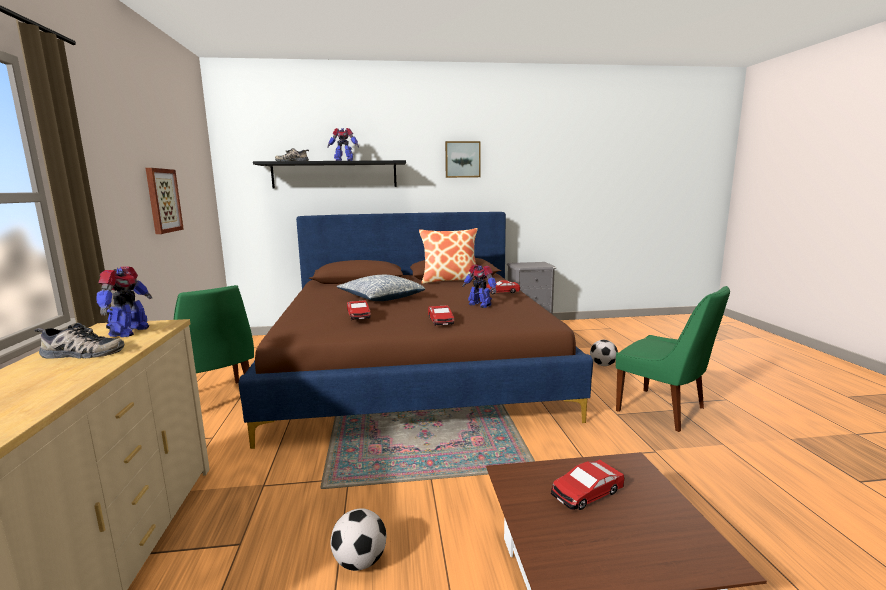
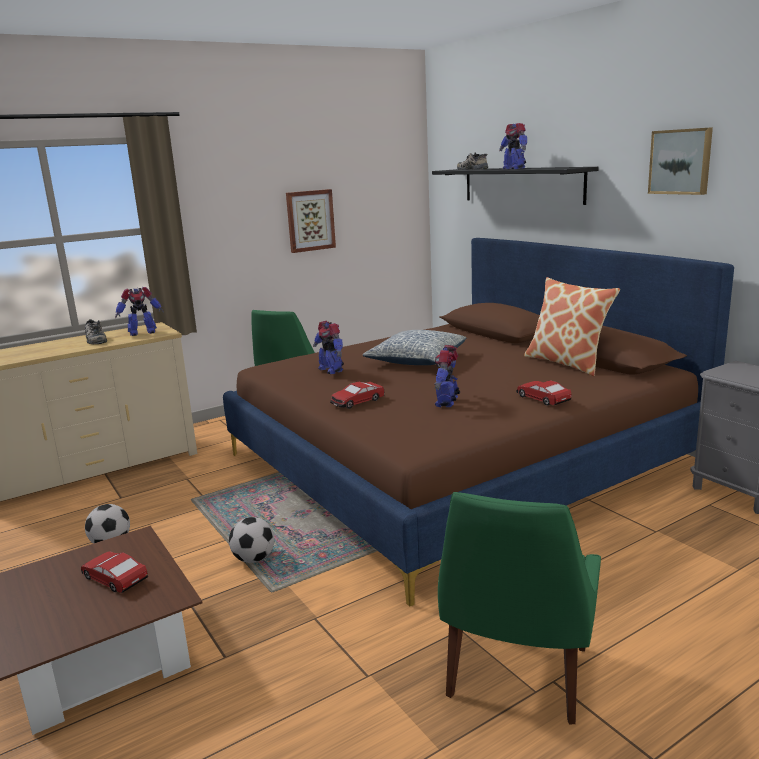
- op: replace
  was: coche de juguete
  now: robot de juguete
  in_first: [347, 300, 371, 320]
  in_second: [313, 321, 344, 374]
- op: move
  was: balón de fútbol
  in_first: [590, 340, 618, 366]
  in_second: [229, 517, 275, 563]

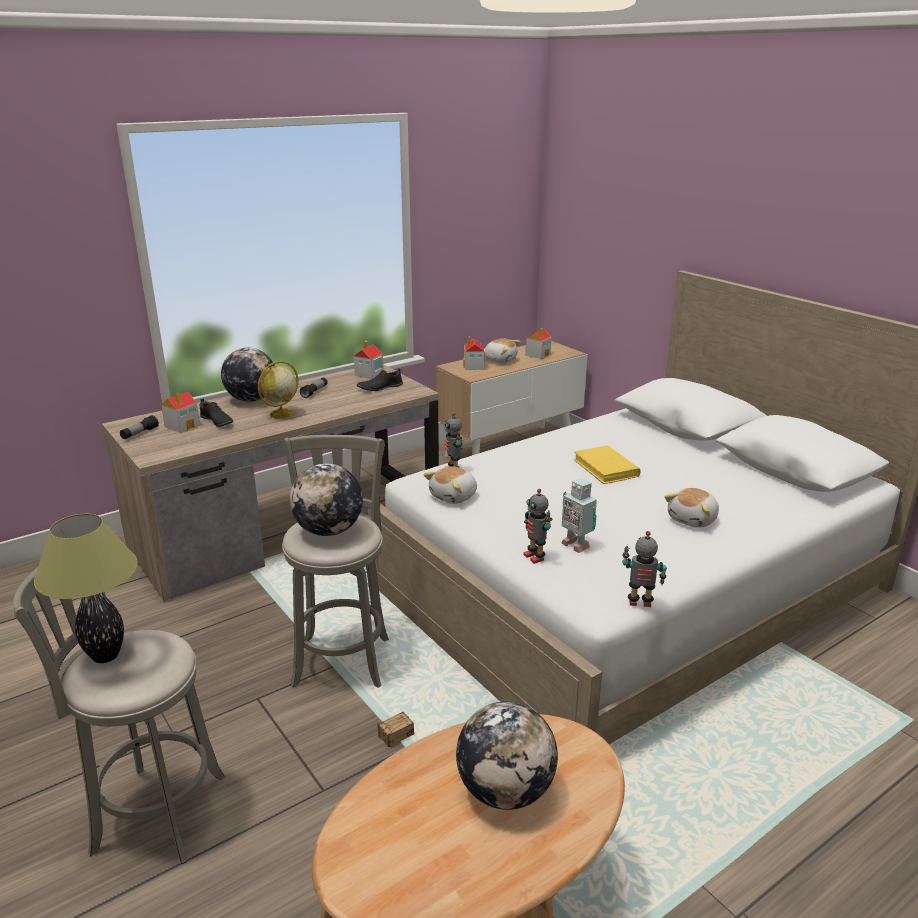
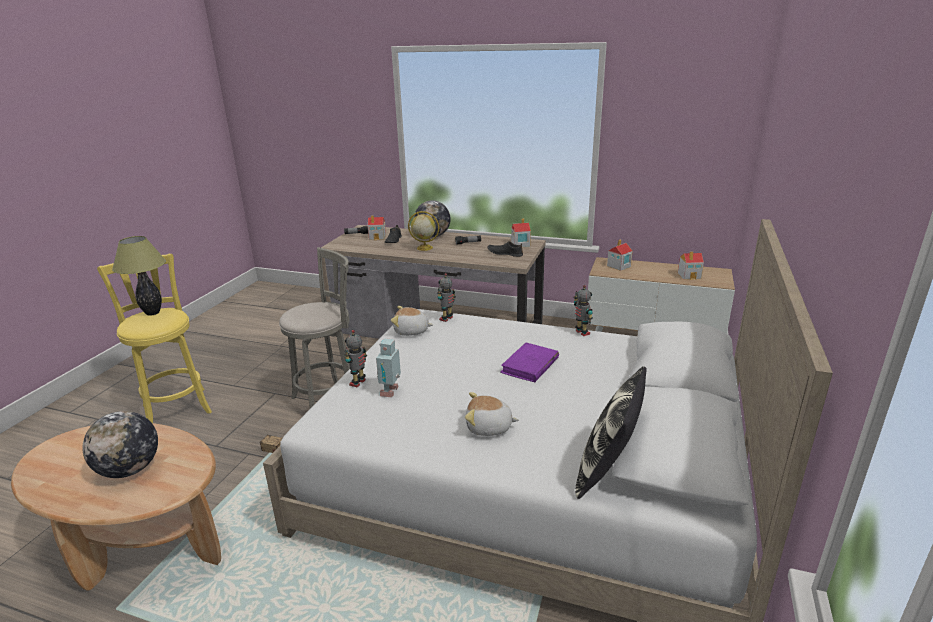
- op: recolor
  was: taburete [gris]
  now: taburete [amarillo]
  in_first: [13, 567, 225, 864]
  in_second: [97, 254, 212, 423]
- op: delete
  was: globo terráqueo
  in_first: [290, 463, 363, 536]
- op: delete
  was: peluche
  in_first: [485, 339, 521, 363]
- op: recolor
  was: libro [amarillo]
  now: libro [morado]
  in_first: [574, 445, 641, 484]
  in_second: [500, 343, 559, 382]
- op: move
  was: robot de juguete
  in_first: [622, 531, 667, 607]
  in_second: [573, 285, 593, 336]
- op: insert
  now: cojín
  in_second: [575, 366, 647, 499]

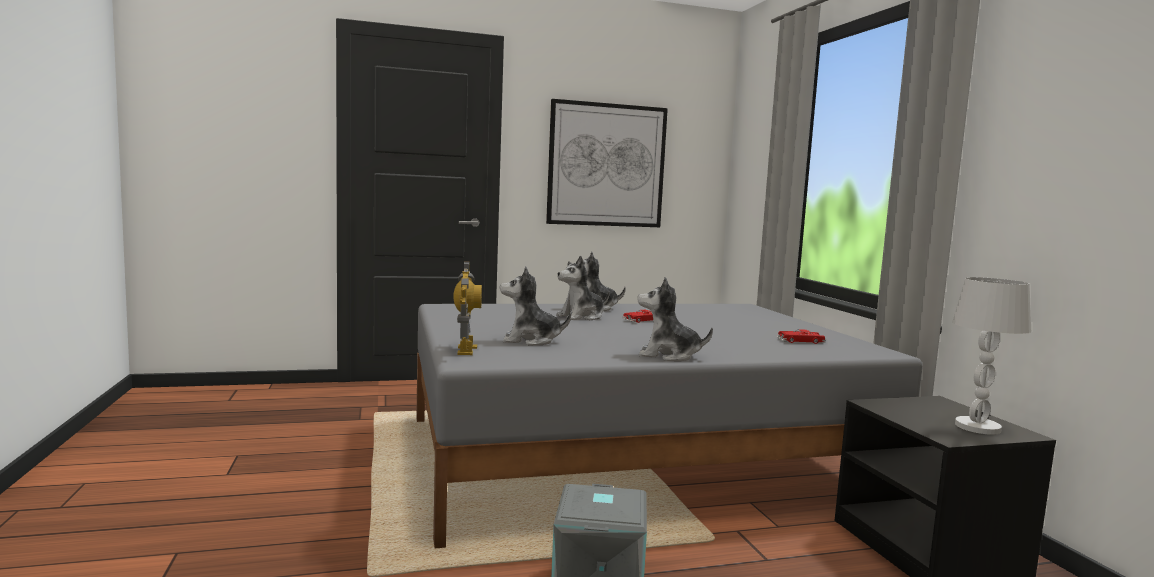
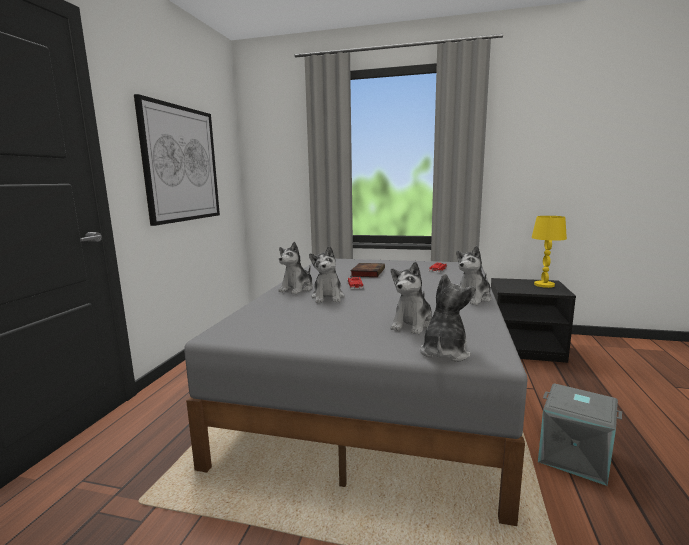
- op: replace
  was: robot de juguete
  now: peluche
  in_first: [453, 261, 482, 355]
  in_second: [420, 273, 476, 362]
- op: recolor
  was: lámpara de mesa [blanco]
  now: lámpara de mesa [amarillo]
  in_first: [953, 277, 1031, 435]
  in_second: [531, 216, 567, 288]
- op: insert
  now: libro
  in_second: [350, 263, 385, 277]

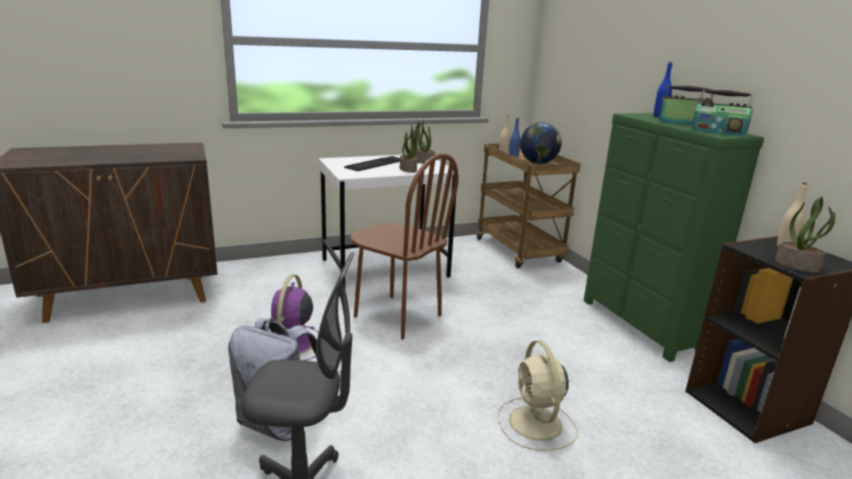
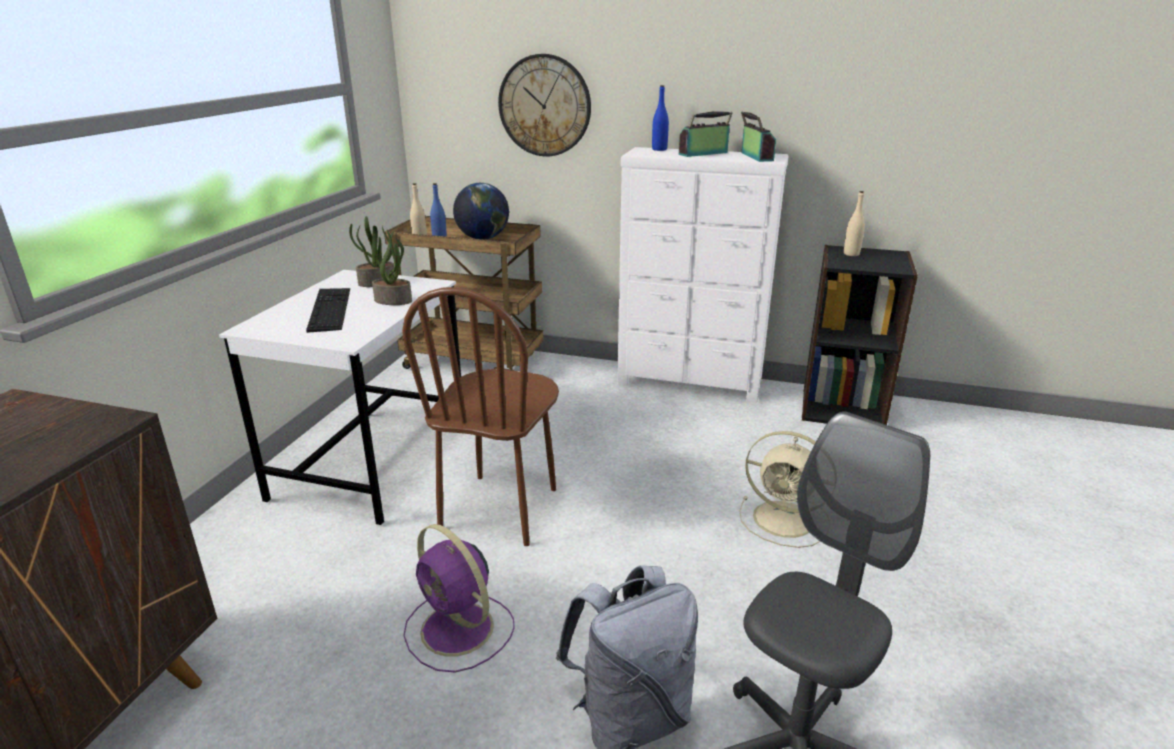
- op: rotate
  was: silla [marrón]
  in_first: [351, 153, 459, 339]
  in_second: [402, 287, 559, 546]
  clockwise: 120
- op: recolor
  was: cómoda [verde]
  now: cómoda [blanco]
  in_first: [584, 113, 764, 362]
  in_second: [617, 147, 789, 403]
- op: rotate
  was: radio
  in_first: [692, 90, 753, 136]
  in_second: [741, 112, 776, 162]
  clockwise: -75
- op: delete
  was: planta en maceta
  in_first: [775, 197, 835, 273]
- op: insert
  now: reloj de pared
  in_second: [498, 54, 591, 156]

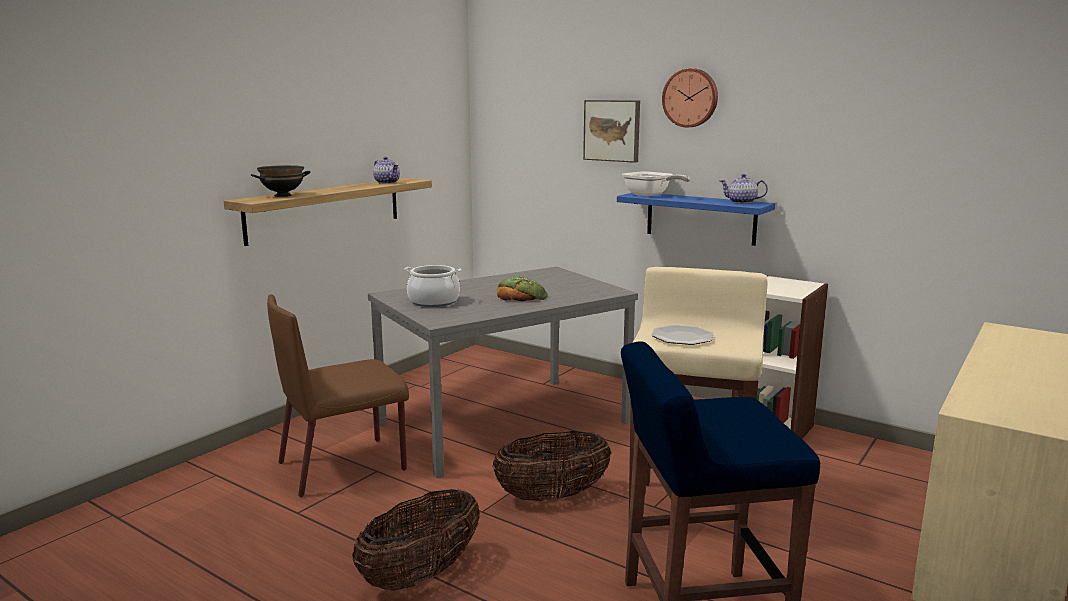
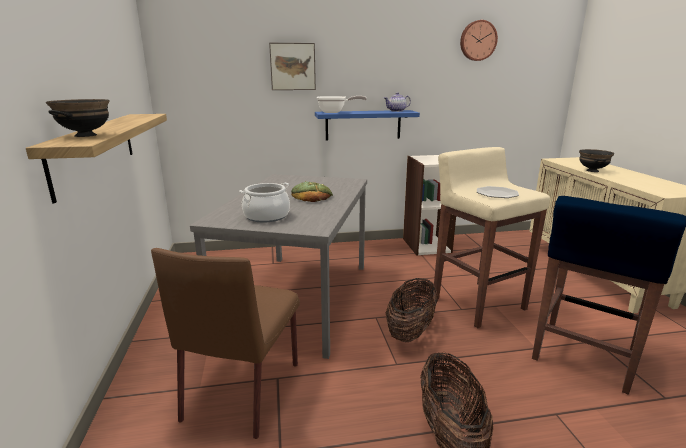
- op: delete
  was: tetera
  in_first: [373, 157, 400, 184]
- op: move
  was: reloj de pared
  in_first: [662, 68, 718, 127]
  in_second: [460, 20, 498, 61]
- op: insert
  now: cuenco [negro]
  in_second: [579, 149, 614, 172]

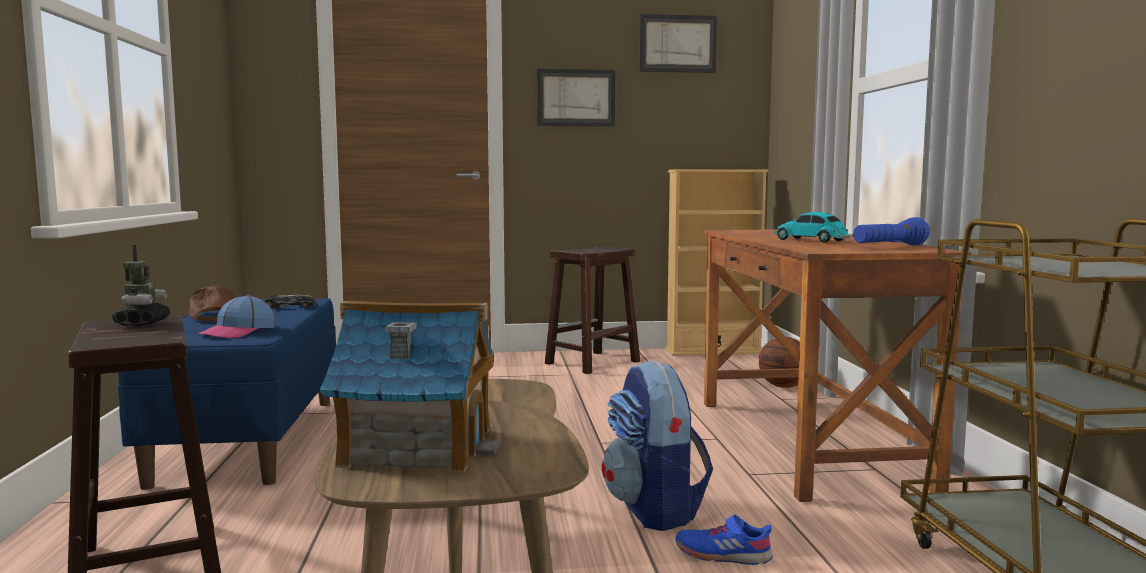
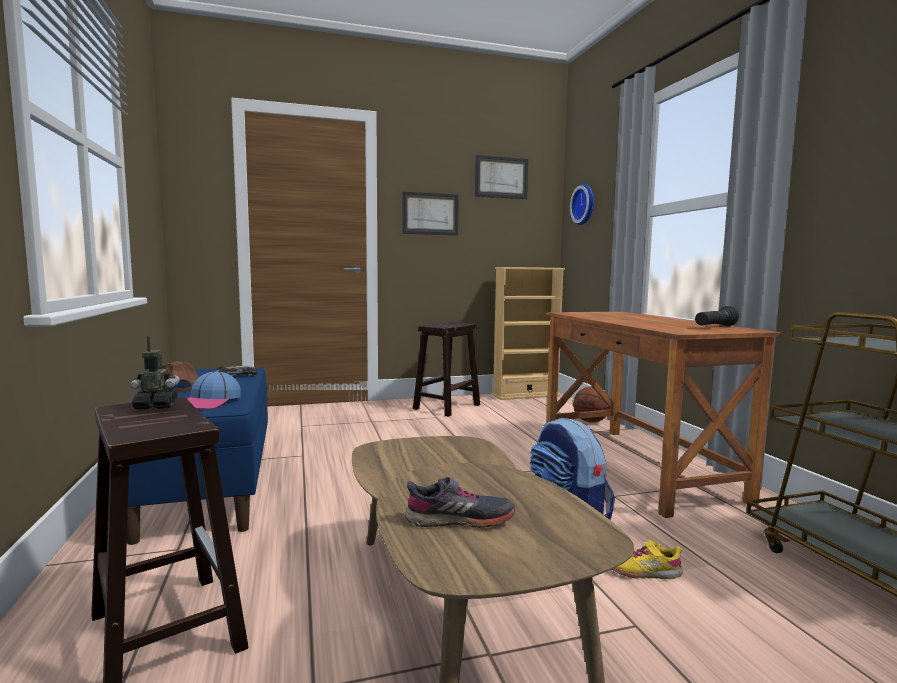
- op: rotate
  was: robot de juguete
  in_first: [112, 245, 171, 326]
  in_second: [131, 336, 180, 410]
  clockwise: -90
- op: replace
  was: casita
  now: zapato [gris]
  in_first: [320, 301, 500, 472]
  in_second: [405, 477, 516, 528]
- op: recolor
  was: zapato [azul]
  now: zapato [amarillo]
  in_first: [676, 514, 773, 565]
  in_second: [612, 539, 683, 579]
- op: delete
  was: coche de juguete
  in_first: [774, 212, 853, 243]
- op: recolor
  was: linterna [azul]
  now: linterna [negro]
  in_first: [853, 217, 930, 245]
  in_second: [695, 306, 739, 326]
- op: insert
  now: reloj de pared
  in_second: [570, 184, 594, 225]

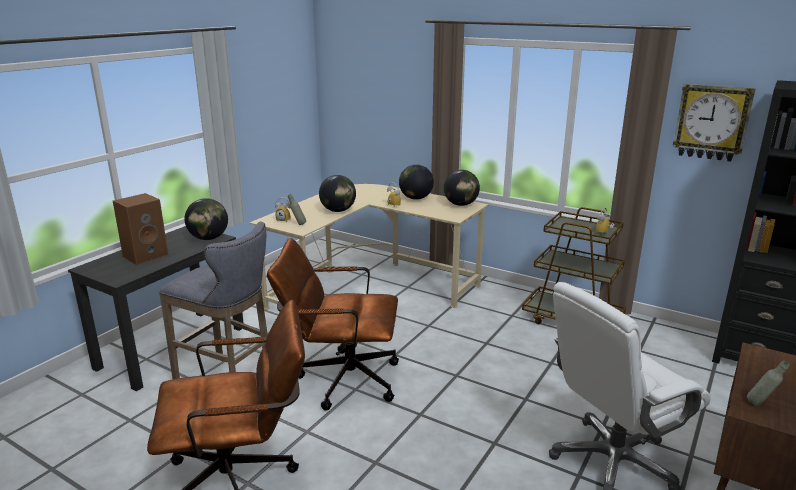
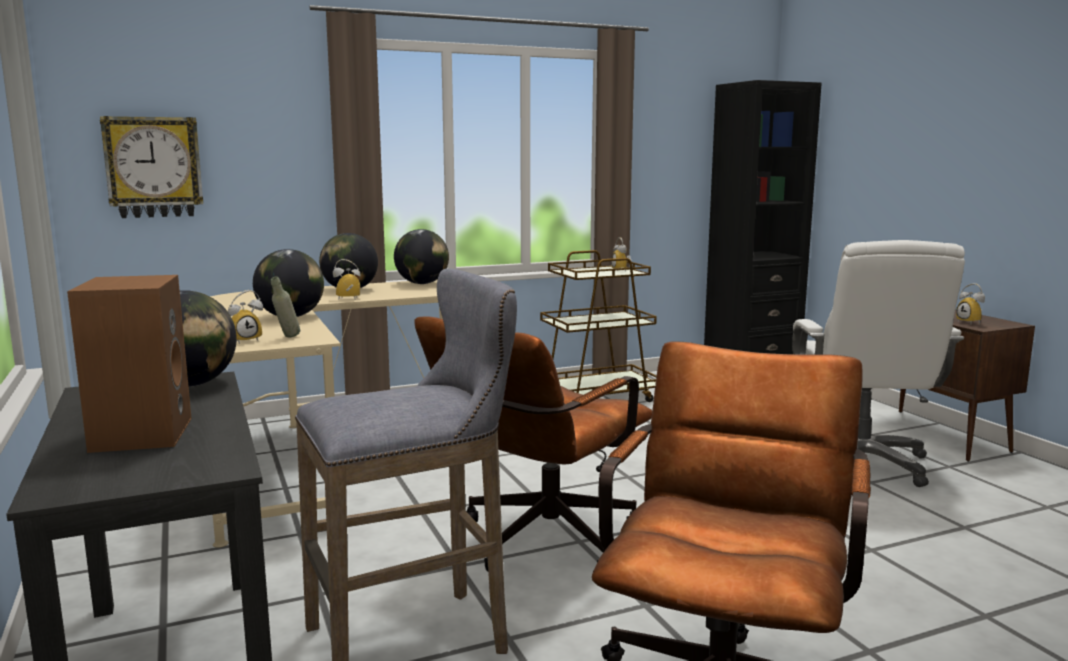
- op: move
  was: reloj de pared
  in_first: [673, 84, 756, 162]
  in_second: [100, 116, 203, 218]
- op: replace
  was: botella [gris]
  now: despertador
  in_first: [747, 361, 789, 406]
  in_second: [956, 283, 985, 324]

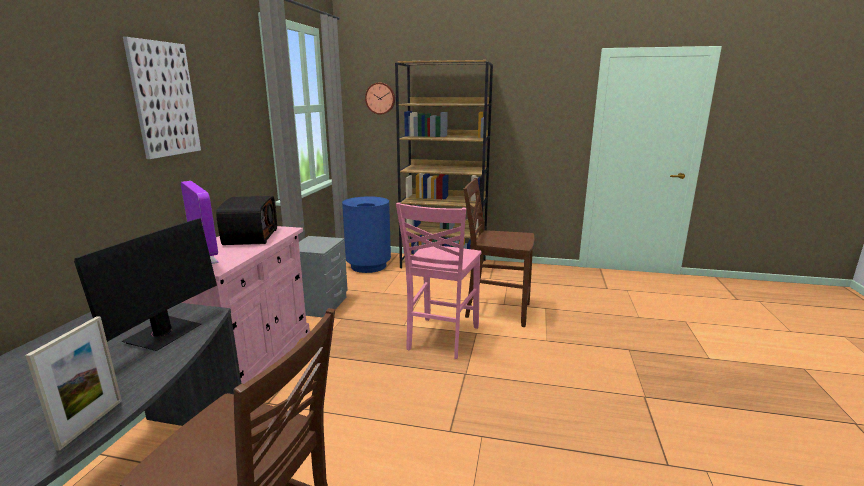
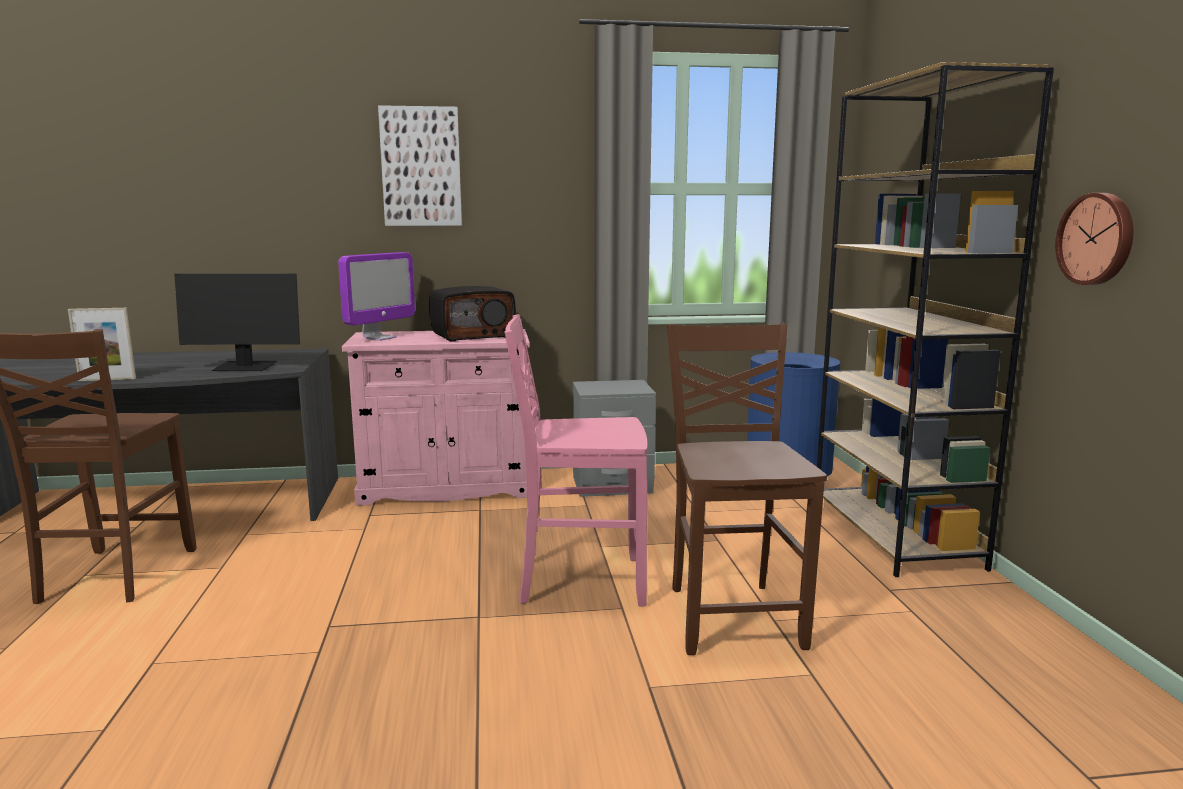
- op: move
  was: reloj de pared
  in_first: [365, 83, 395, 115]
  in_second: [1055, 193, 1134, 285]

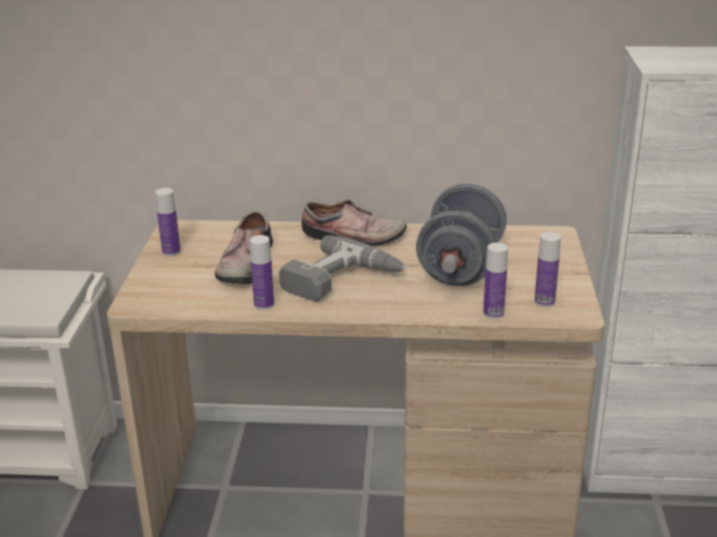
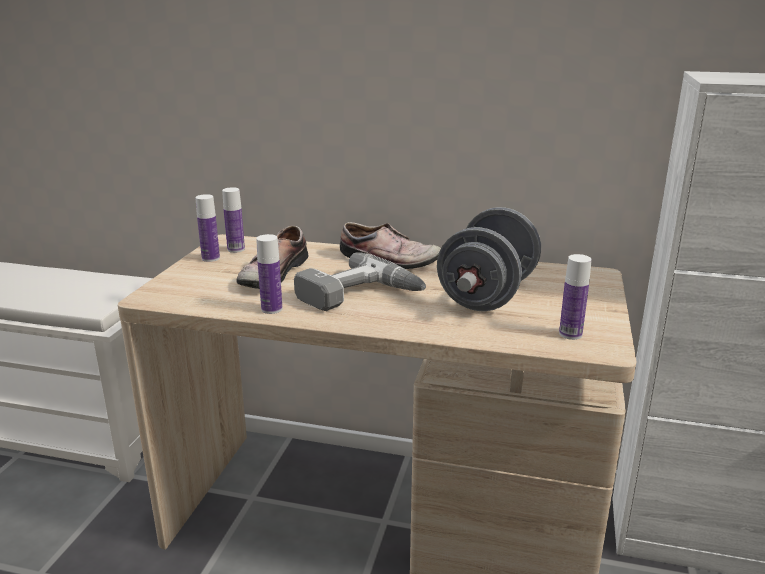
- op: move
  was: botella
  in_first: [483, 243, 508, 319]
  in_second: [222, 187, 245, 253]

